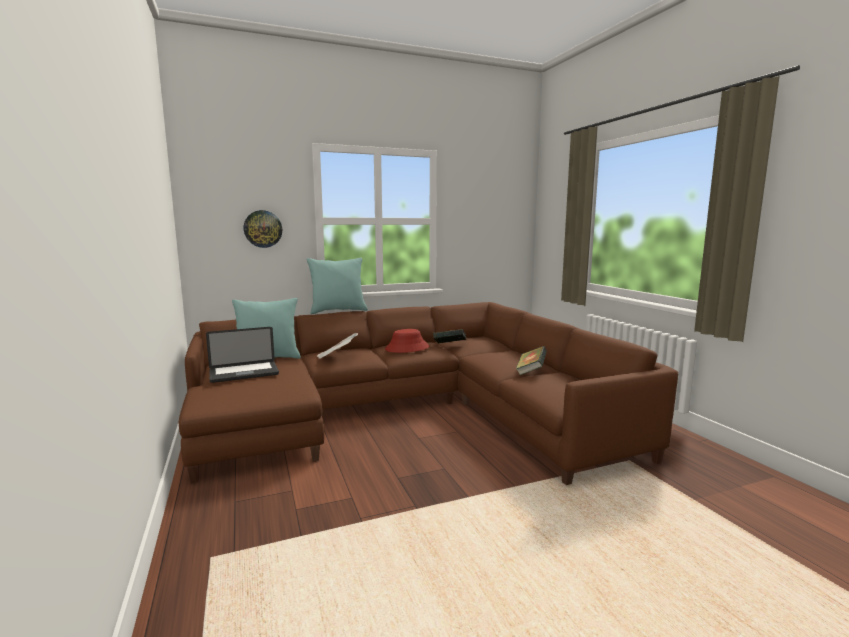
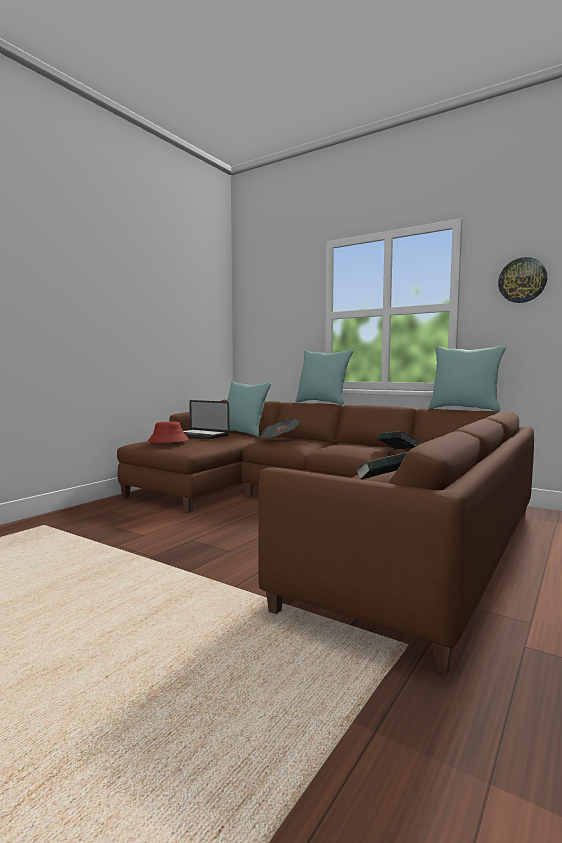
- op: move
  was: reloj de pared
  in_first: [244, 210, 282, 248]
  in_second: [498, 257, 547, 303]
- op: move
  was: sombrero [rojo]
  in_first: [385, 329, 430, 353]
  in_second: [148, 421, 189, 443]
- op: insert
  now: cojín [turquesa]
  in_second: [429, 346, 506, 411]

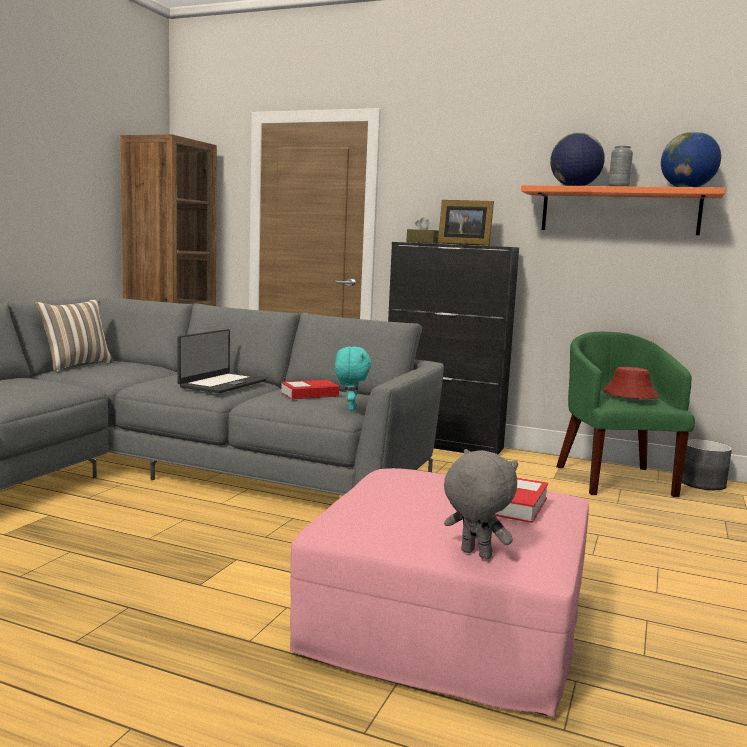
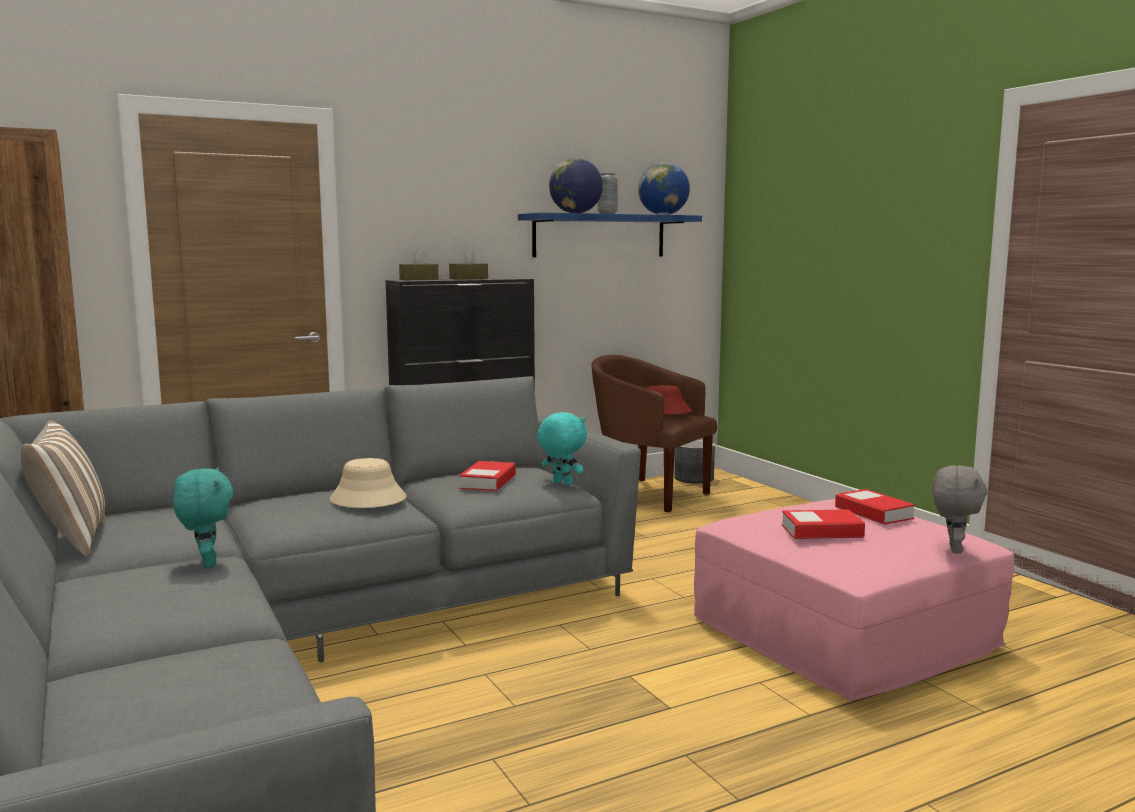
- op: replace
  was: portátil
  now: sombrero [beis]
  in_first: [177, 329, 266, 393]
  in_second: [330, 458, 407, 508]
- op: replace
  was: portarretratos
  now: caja de pañuelos [marrón]
  in_first: [438, 200, 494, 246]
  in_second: [449, 249, 488, 279]
- op: rotate
  was: peluche [gris]
  in_first: [444, 449, 518, 559]
  in_second: [932, 465, 987, 554]
  clockwise: 120
- op: recolor
  was: estante [naranja]
  now: estante [azul]
  in_first: [521, 185, 726, 235]
  in_second: [518, 212, 702, 257]
- op: recolor
  was: sillón [verde]
  now: sillón [marrón]
  in_first: [556, 332, 695, 497]
  in_second: [591, 355, 717, 513]
- op: insert
  now: peluche [turquesa]
  in_second: [173, 468, 233, 568]
- op: insert
  now: libro
  in_second: [782, 510, 865, 539]

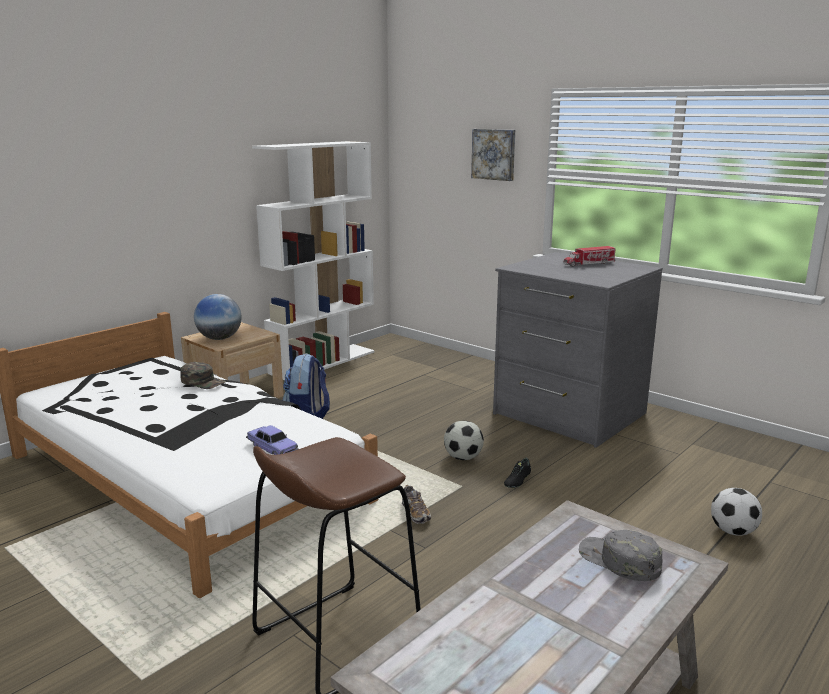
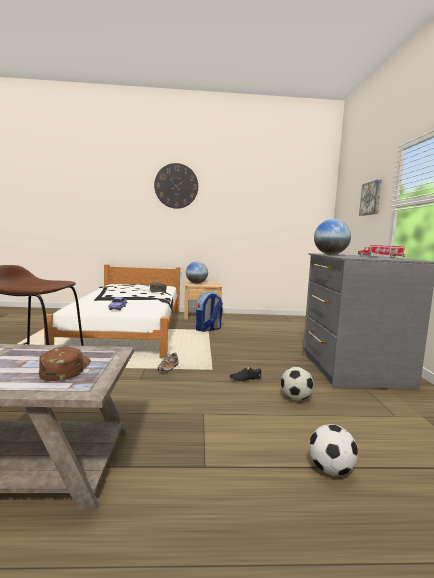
- op: delete
  was: estantería [blanco]
  in_first: [252, 141, 375, 380]
- op: move
  was: balón de fútbol
  in_first: [444, 421, 484, 460]
  in_second: [281, 367, 314, 401]
- op: recolor
  was: gorra [gris]
  now: gorra [marrón]
  in_first: [579, 530, 662, 581]
  in_second: [39, 346, 91, 381]
- op: insert
  now: reloj de pared
  in_second: [154, 163, 198, 209]
- op: insert
  now: globo terráqueo
  in_second: [314, 219, 351, 255]

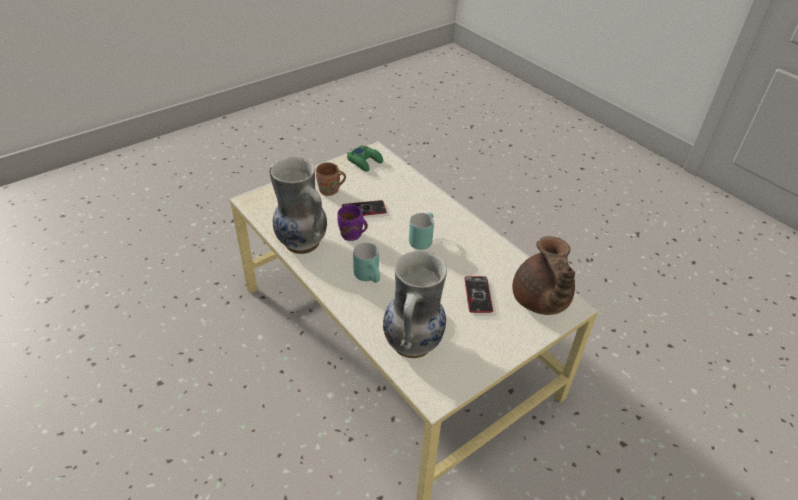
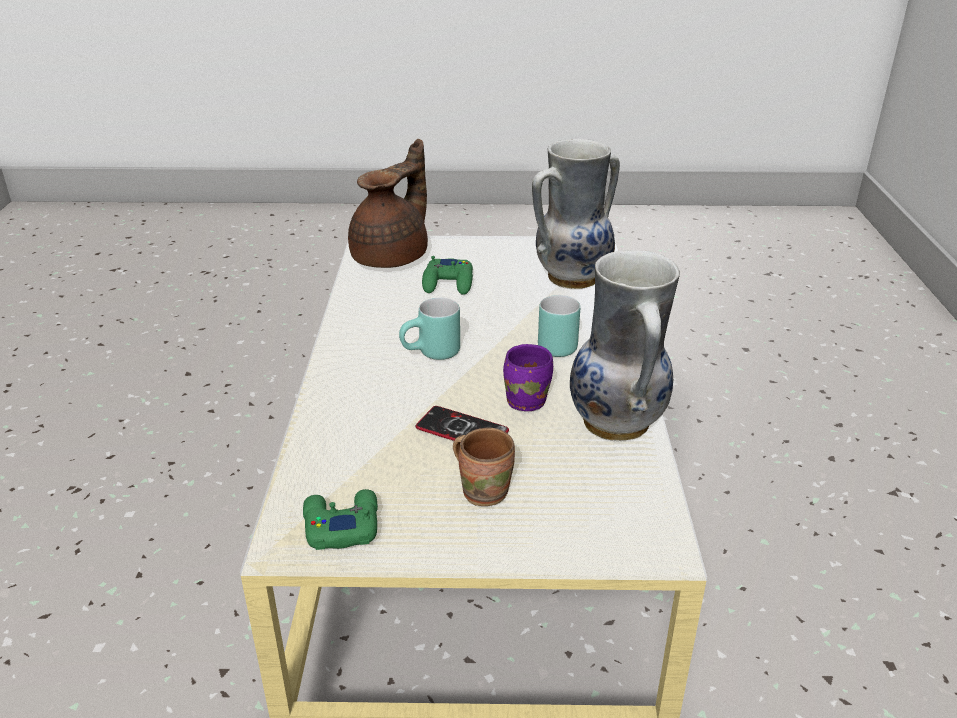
- op: replace
  was: móvil
  now: mando de consola [verde]
  in_first: [464, 276, 493, 313]
  in_second: [422, 256, 473, 295]

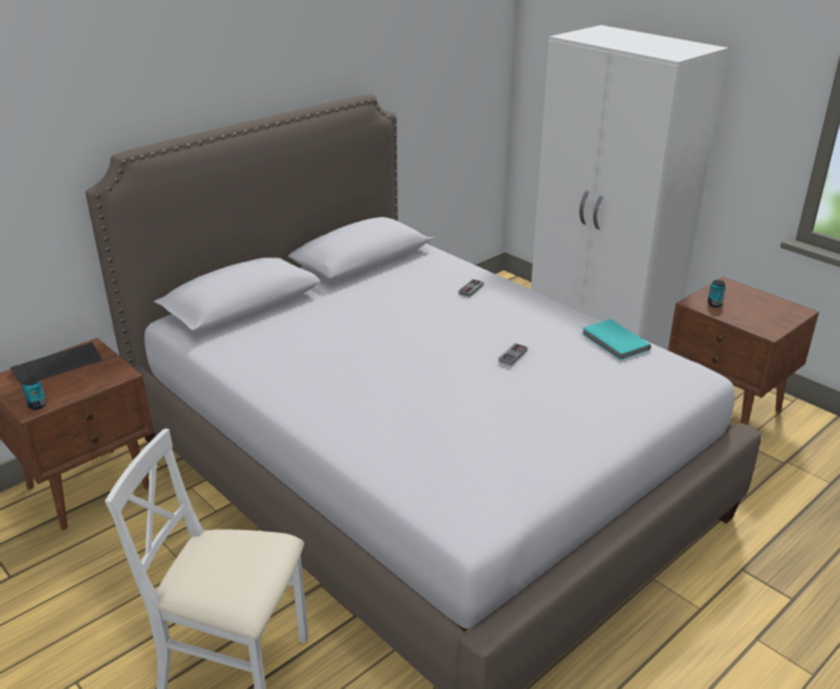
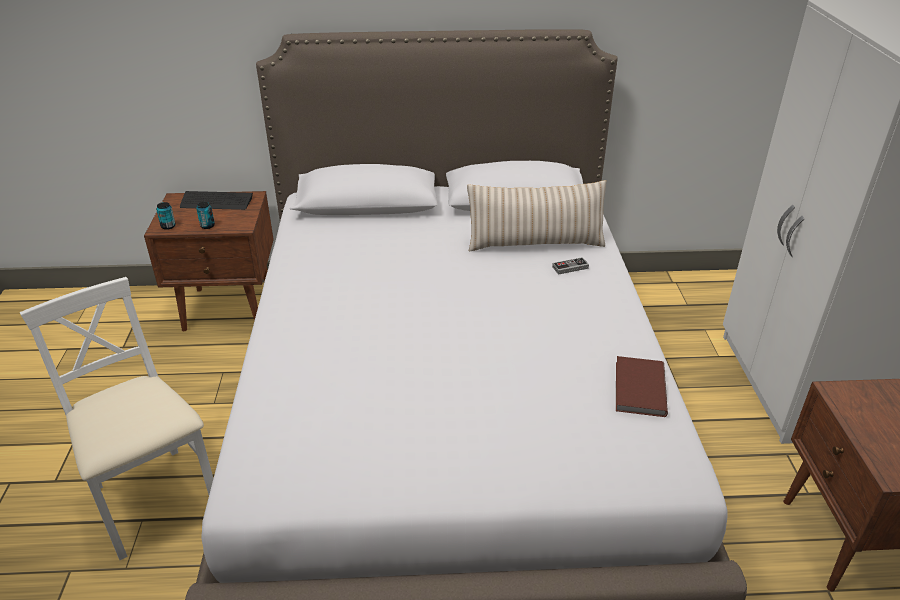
- op: delete
  was: mando de consola
  in_first: [499, 343, 527, 366]
- op: recolor
  was: libro [turquesa]
  now: libro [marrón]
  in_first: [582, 319, 651, 360]
  in_second: [616, 356, 668, 417]
- op: move
  was: lata
  in_first: [708, 280, 726, 307]
  in_second: [196, 202, 215, 229]
- op: insert
  now: cojín [beis]
  in_second: [467, 180, 606, 251]

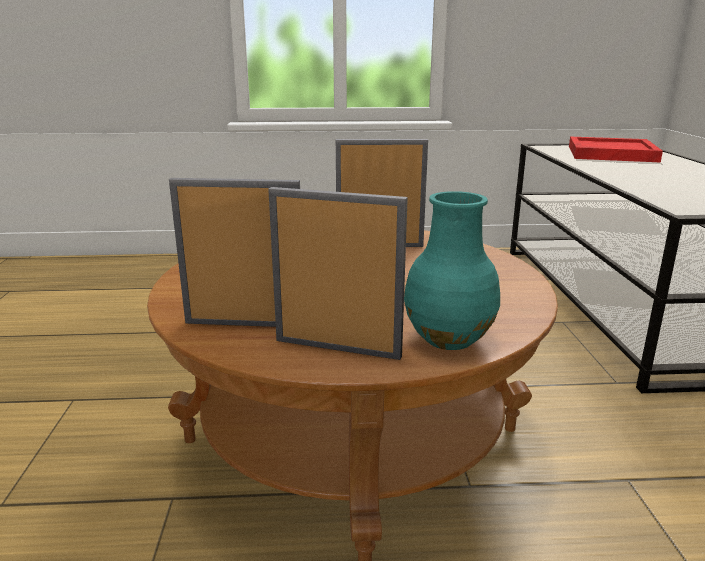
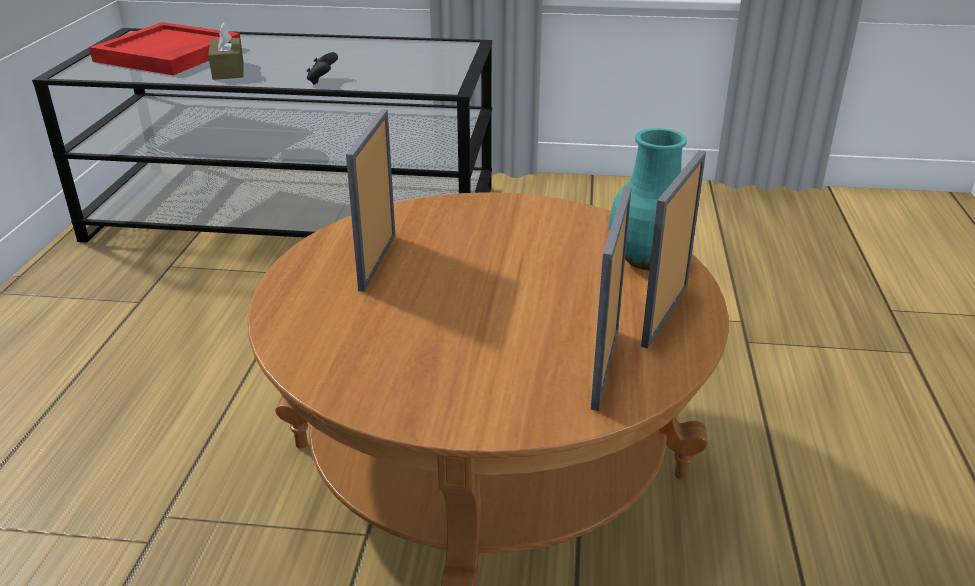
- op: insert
  now: caja de pañuelos [marrón]
  in_second: [208, 22, 243, 80]
- op: insert
  now: mando de consola [negro]
  in_second: [307, 52, 338, 85]

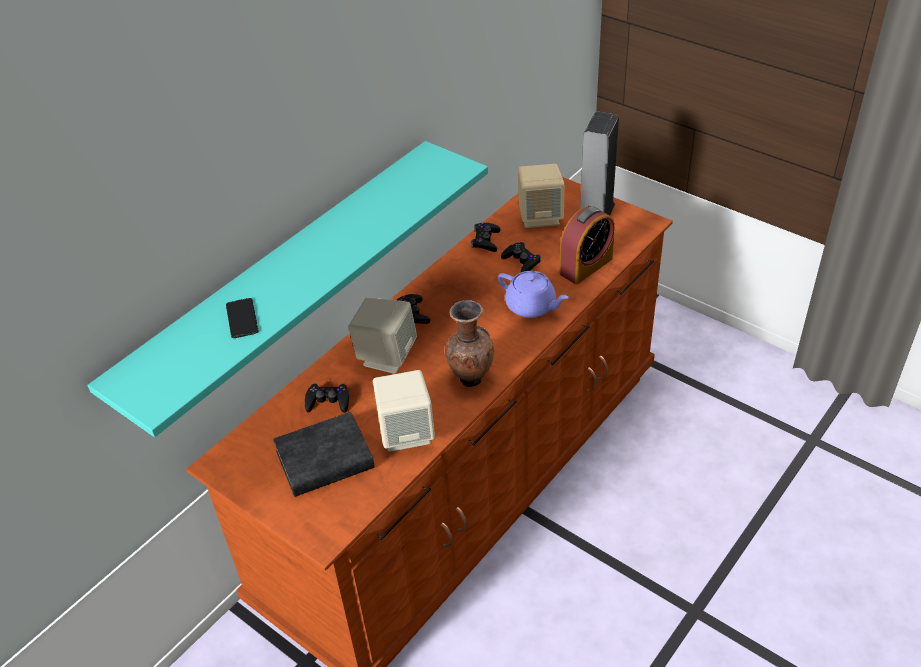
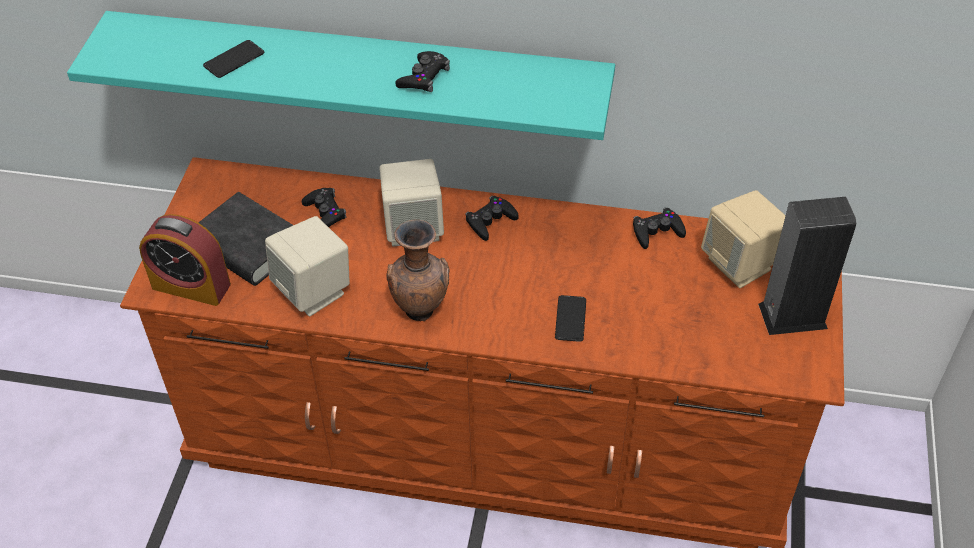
- op: replace
  was: tetera [morado]
  now: móvil
  in_first: [498, 271, 569, 318]
  in_second: [555, 295, 586, 342]
- op: move
  was: mando de consola [negro]
  in_first: [501, 242, 541, 272]
  in_second: [395, 51, 450, 92]
- op: move
  was: despertador
  in_first: [560, 206, 615, 284]
  in_second: [139, 214, 231, 306]

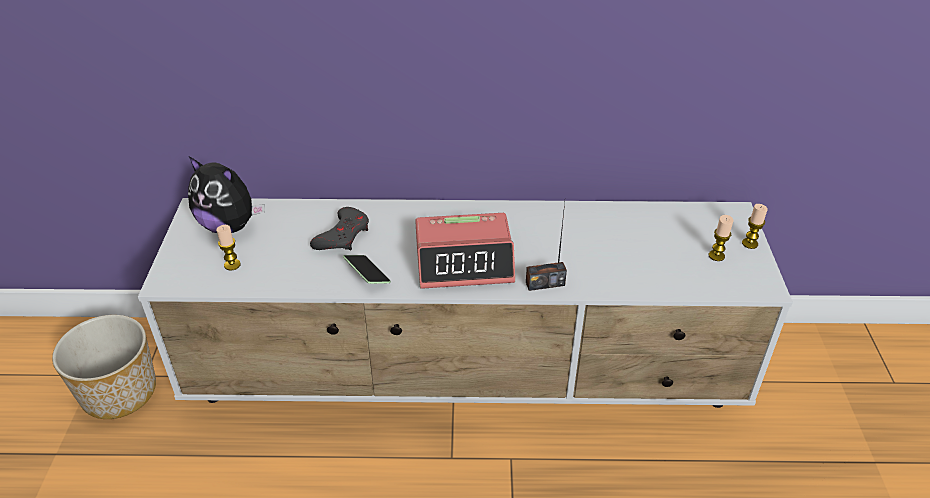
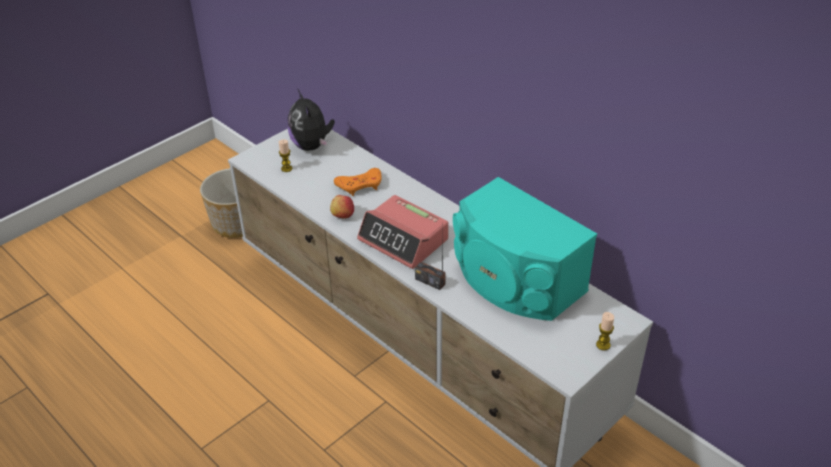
- op: recolor
  was: mando de consola [gris]
  now: mando de consola [naranja]
  in_first: [310, 207, 369, 250]
  in_second: [334, 168, 382, 196]
- op: replace
  was: móvil
  now: manzana
  in_first: [343, 255, 391, 284]
  in_second: [330, 195, 354, 219]
- op: delete
  was: vela
  in_first: [709, 215, 733, 261]
- op: insert
  now: altavoz [turquesa]
  in_second: [453, 177, 597, 321]

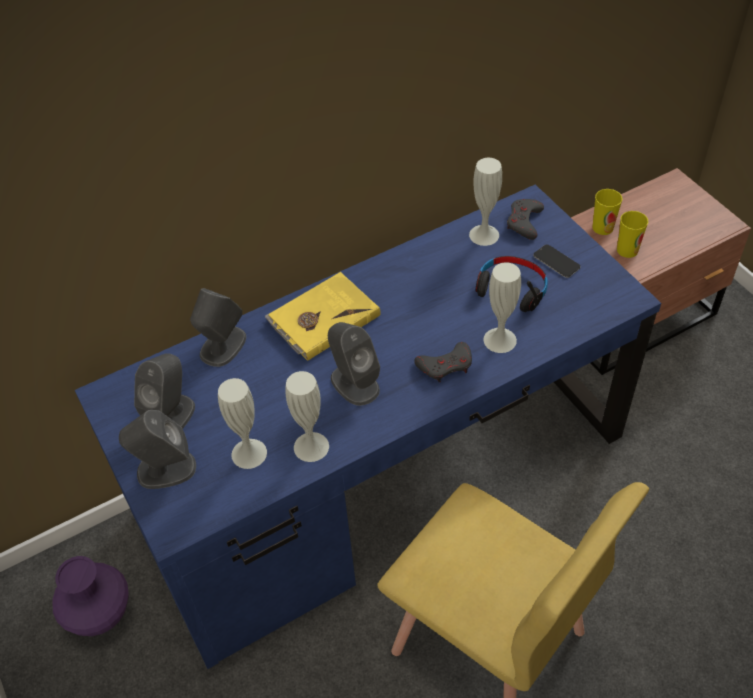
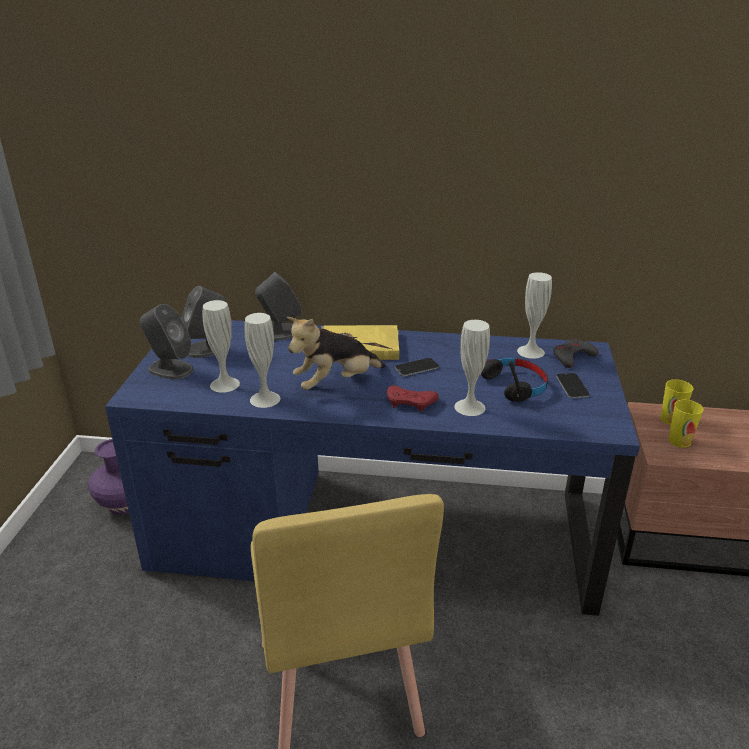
- op: replace
  was: altavoz [gris]
  now: peluche
  in_first: [328, 322, 380, 406]
  in_second: [287, 317, 386, 390]
- op: recolor
  was: mando de consola [gris]
  now: mando de consola [rojo]
  in_first: [414, 342, 472, 382]
  in_second: [387, 385, 439, 412]
- op: insert
  now: móvil
  in_second: [395, 358, 439, 376]

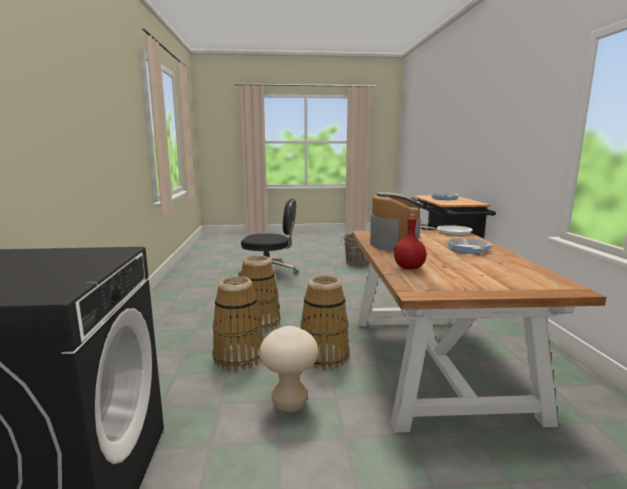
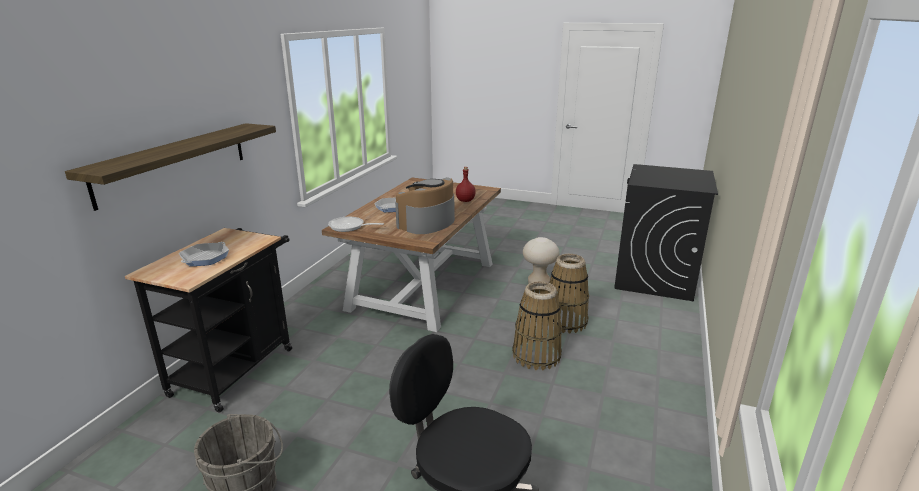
- op: delete
  was: cesta
  in_first: [301, 276, 350, 369]
- op: insert
  now: estante
  in_second: [65, 123, 276, 211]

